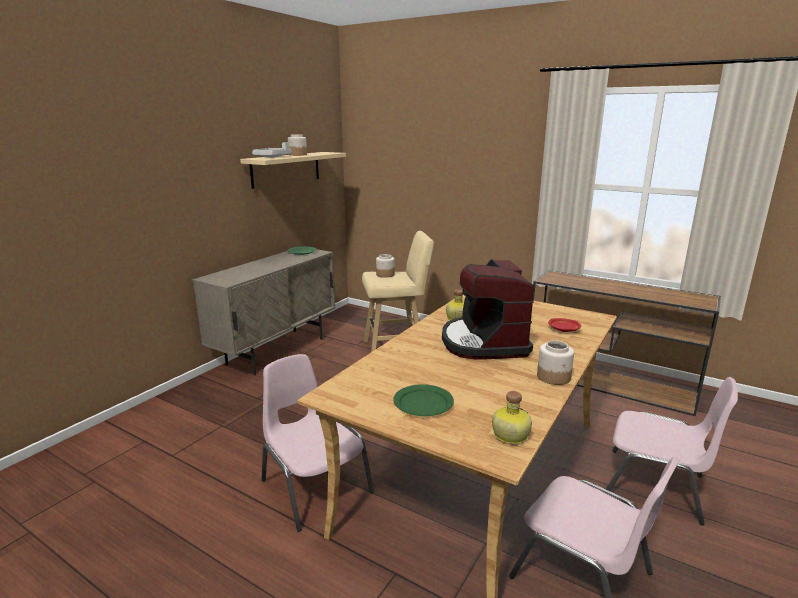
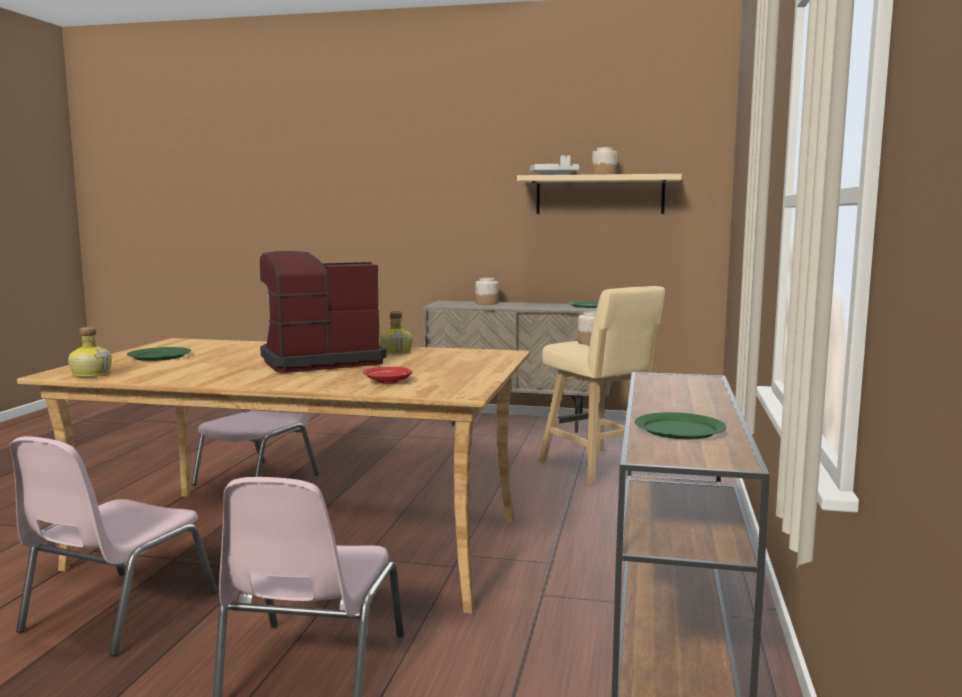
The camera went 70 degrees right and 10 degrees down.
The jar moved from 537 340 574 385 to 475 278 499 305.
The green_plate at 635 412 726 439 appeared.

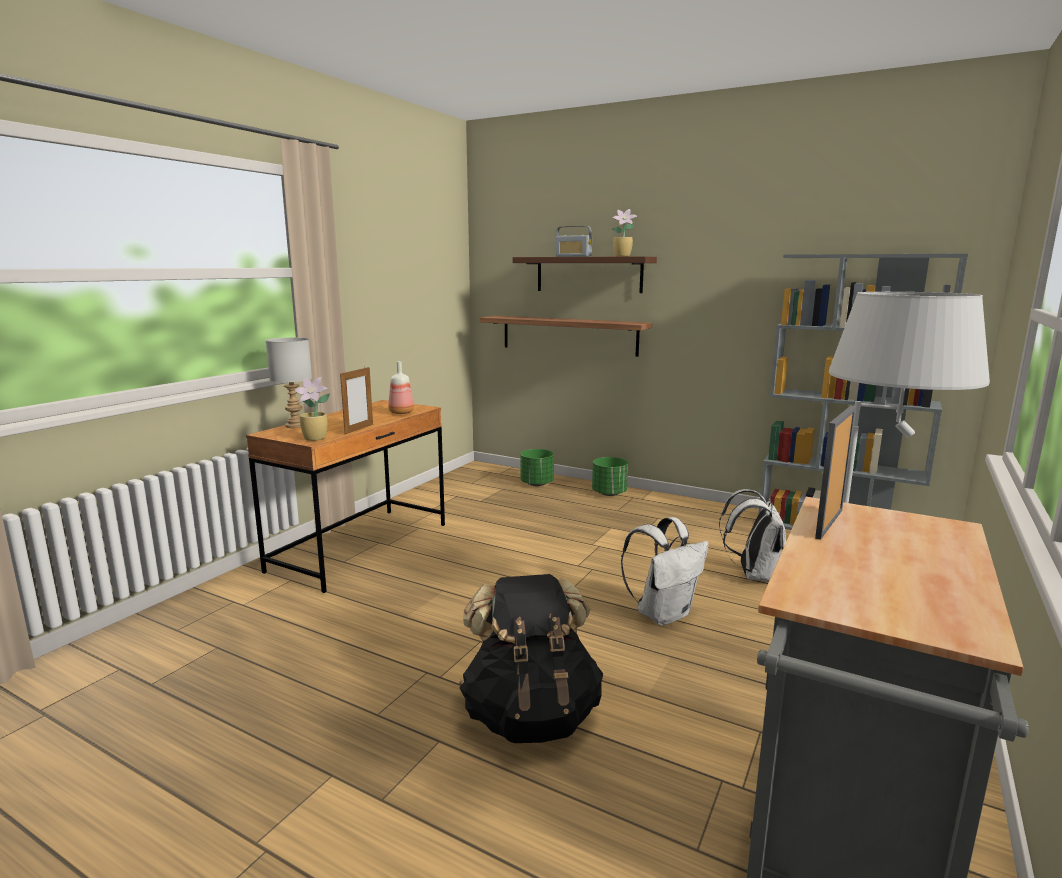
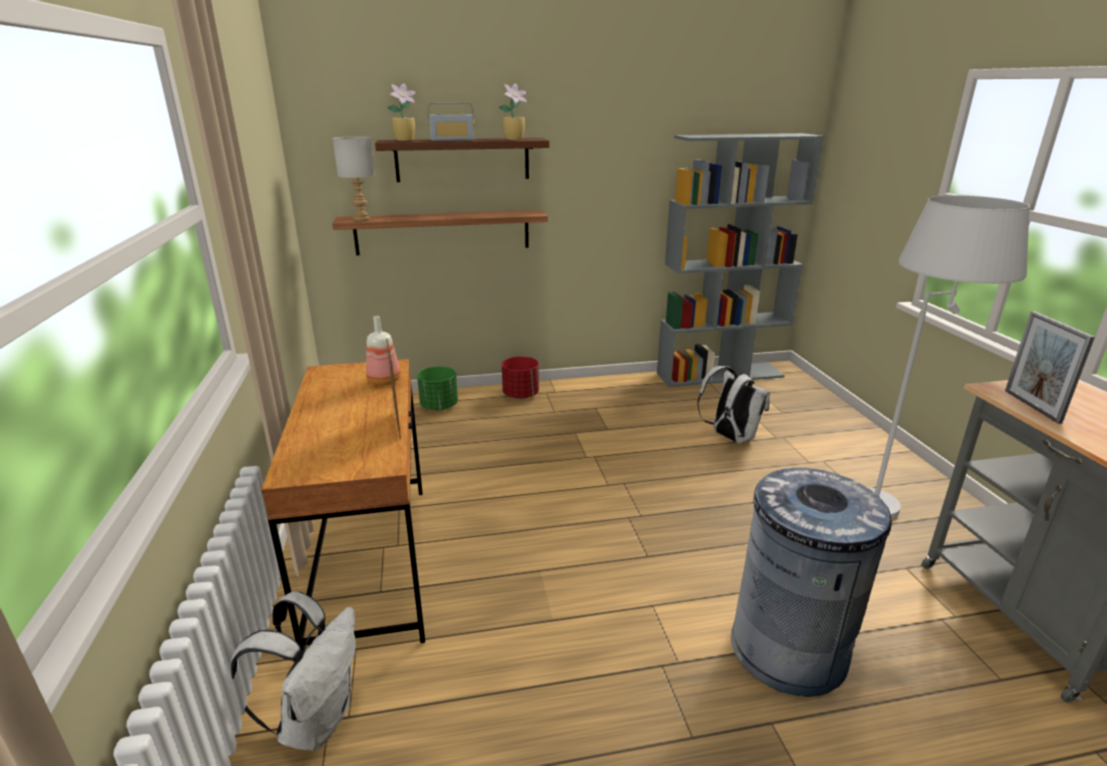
The camera went 40 degrees left and 10 degrees up.
The gray_tabletop_lamp moved from 266 337 312 428 to 332 136 375 221.
The houseplant moved from 294 377 330 441 to 387 83 416 141.
The black-coloured_knapsack at 459 574 603 743 was replaced by the gray_trash_can at 731 467 892 697.
The green_plant_pot at 592 457 628 496 became the red_plant_pot at 502 356 539 399.
The white_knapsack moved from 621 517 709 626 to 230 591 356 751.

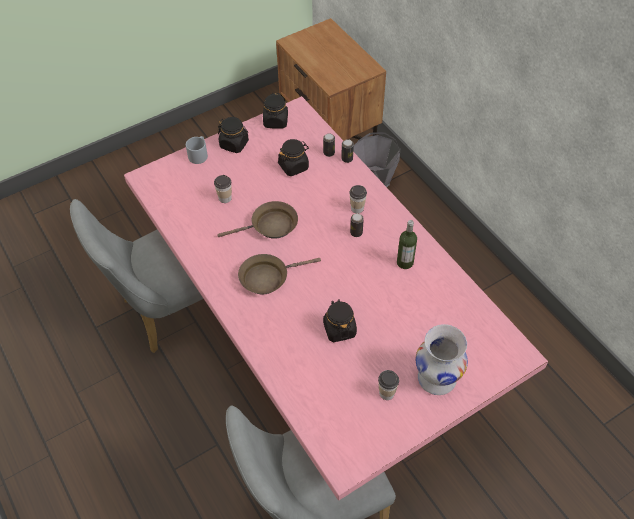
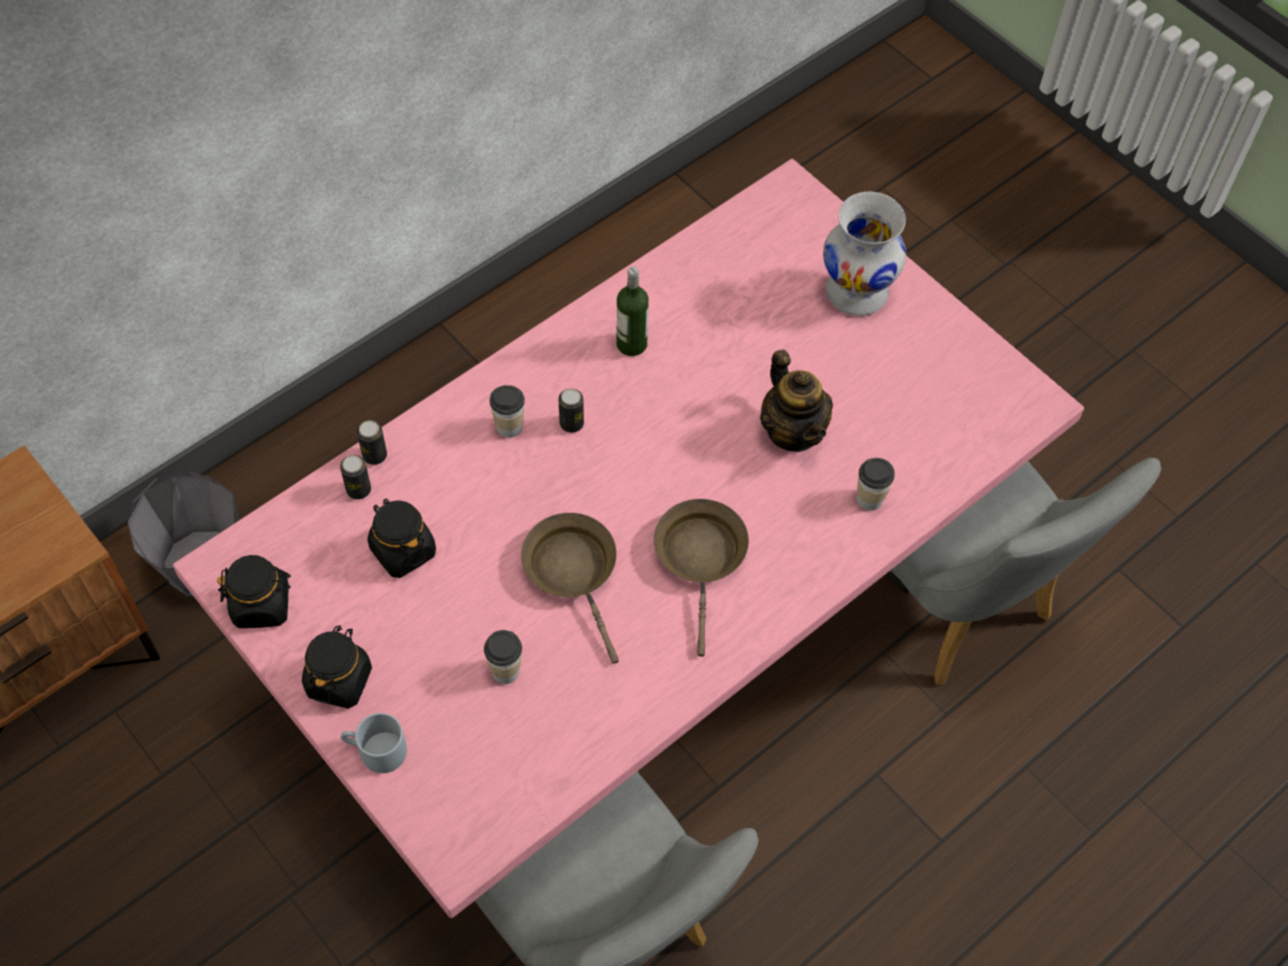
The camera went 100 degrees left and 5 degrees up.
The brown_frying_pan at 238 254 321 294 turned 150 degrees counterclockwise.
The black-coloured_jar at 323 299 357 342 was replaced by the pot_for_tea at 760 350 833 452.
The small_cup moved from 378 370 399 400 to 857 458 895 511.

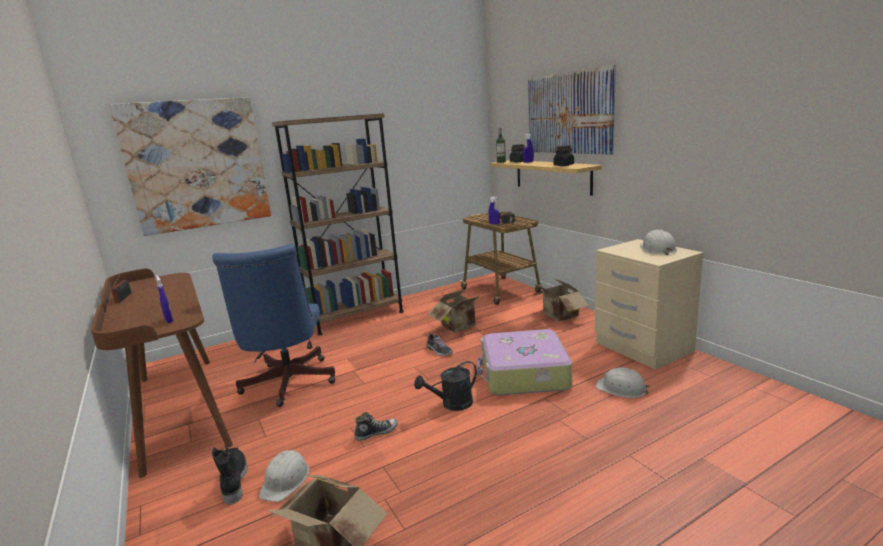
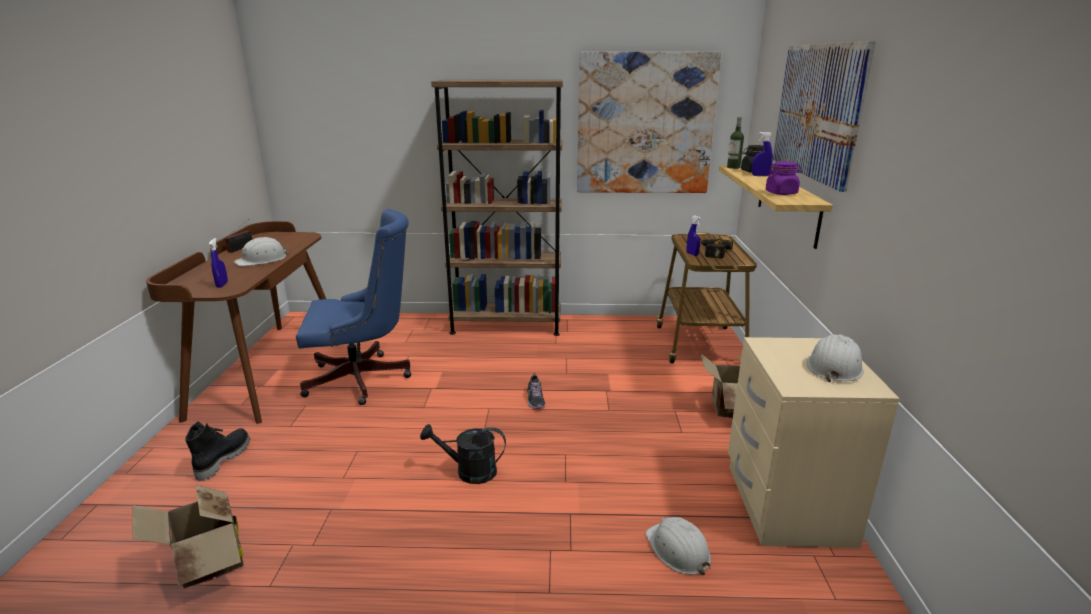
The camera went 30 degrees right and 5 degrees up.
The picture moved from 109 97 271 236 to 577 52 721 193.
The blue_desk_chair at 212 244 335 407 turned 120 degrees counterclockwise.
The white_hard_hat moved from 259 450 310 502 to 234 237 287 266.
The low_shoe at 354 412 398 441 disappeared.
The cardboard_box at 428 289 481 333 disappeared.
The suitcase at 477 329 572 395 disappeared.
The black-coloured_jar at 554 145 574 166 became the purplish_jar at 766 161 802 195.

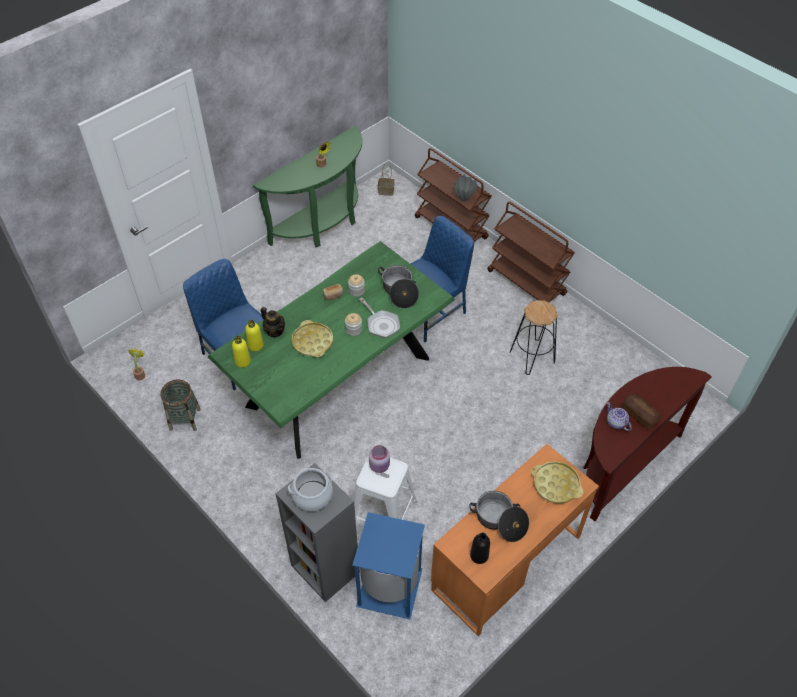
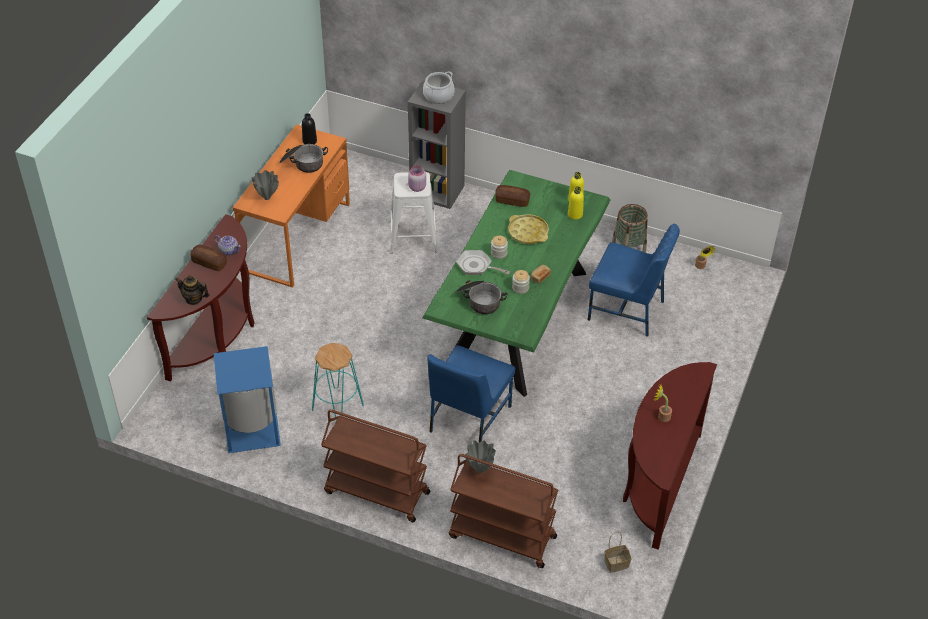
The camera went 155 degrees right and 5 degrees down.
The green_hall_table at 253 126 362 248 became the brown_hall_table at 623 362 717 550.
The pot_for_tea moved from 261 307 285 337 to 175 275 209 305.
The blue_trash_can moved from 352 512 425 619 to 214 346 281 453.
The black-coloured_sitting_stool at 510 300 558 375 became the blue-green_sitting_stool at 312 343 364 421.
The yellowish_carrying_tray at 531 461 583 504 was replaced by the gray_flower_vase at 252 170 279 200.
The bread at 495 185 530 207 appeared.

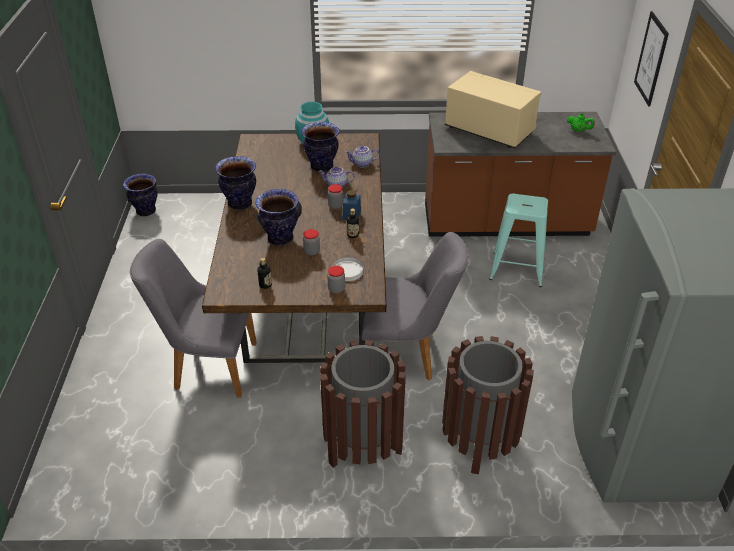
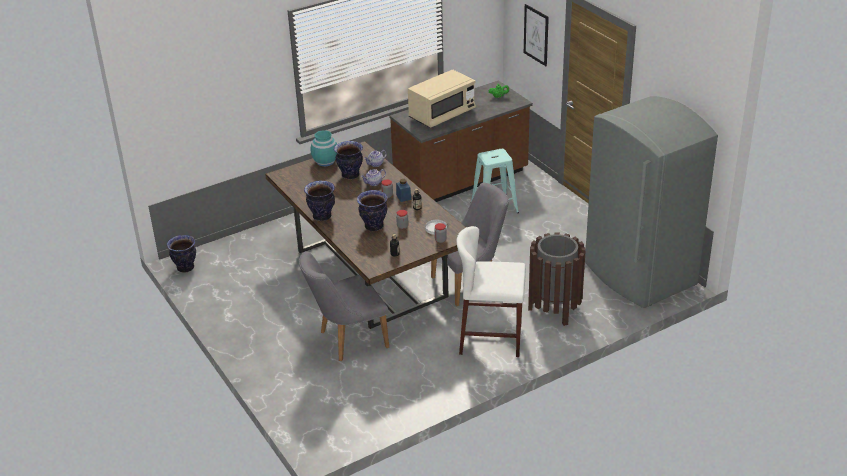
The camera went 30 degrees left and 5 degrees down.
The brown_trash_can at 320 340 406 468 was replaced by the white_sitting_stool at 456 226 526 357.
The sand-coloured_microwave at 445 71 542 148 turned 135 degrees clockwise.

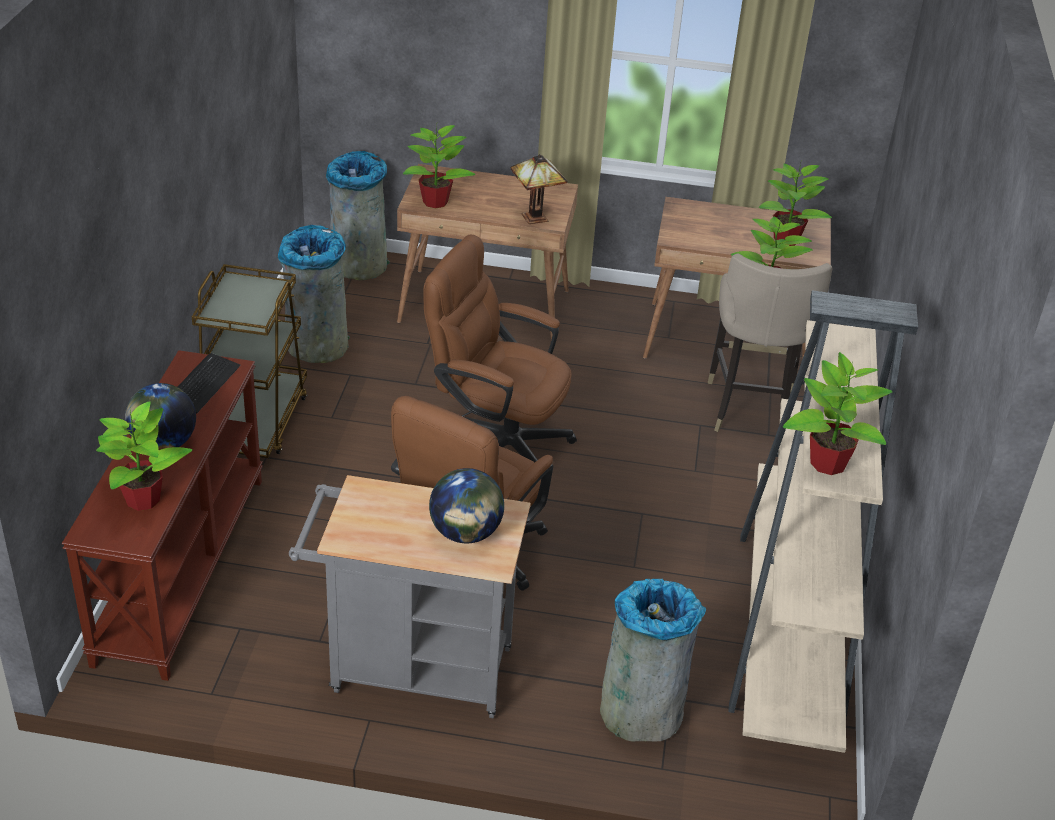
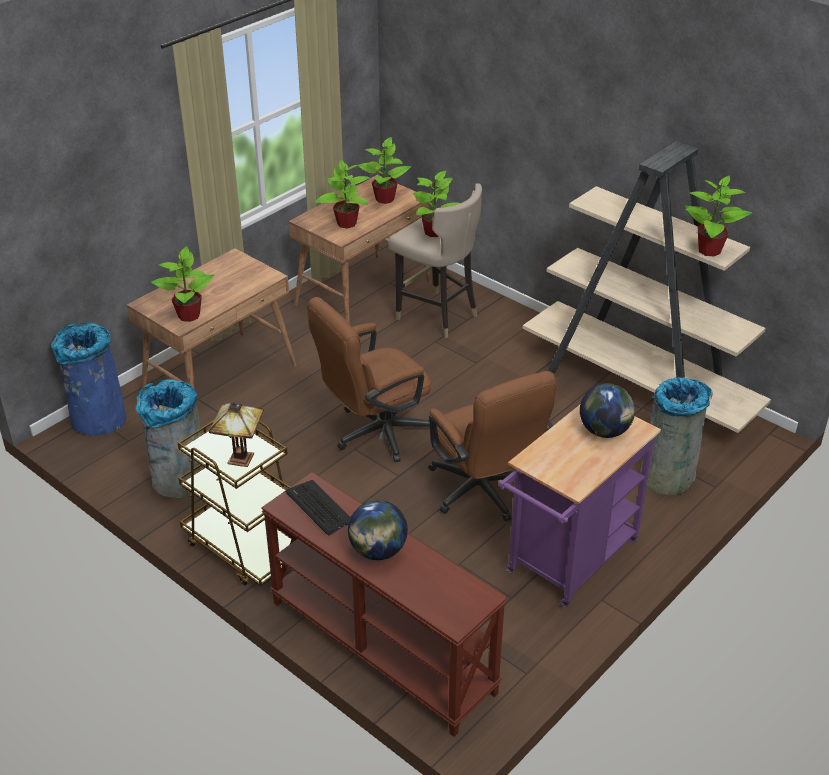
The camera went 55 degrees left and 0 degrees up.
The houseplant moved from 96 401 192 511 to 315 160 370 229.
The gray_trolley at 289 475 531 718 became the purplish_trolley at 498 405 661 607.
The gray_trash_can at 326 151 390 280 became the blue_trash_can at 51 323 126 436.
The tabletop_lamp moved from 510 154 568 224 to 209 403 264 467.

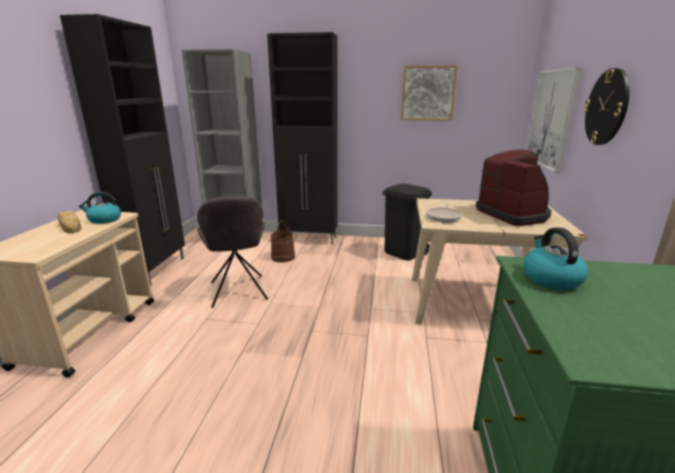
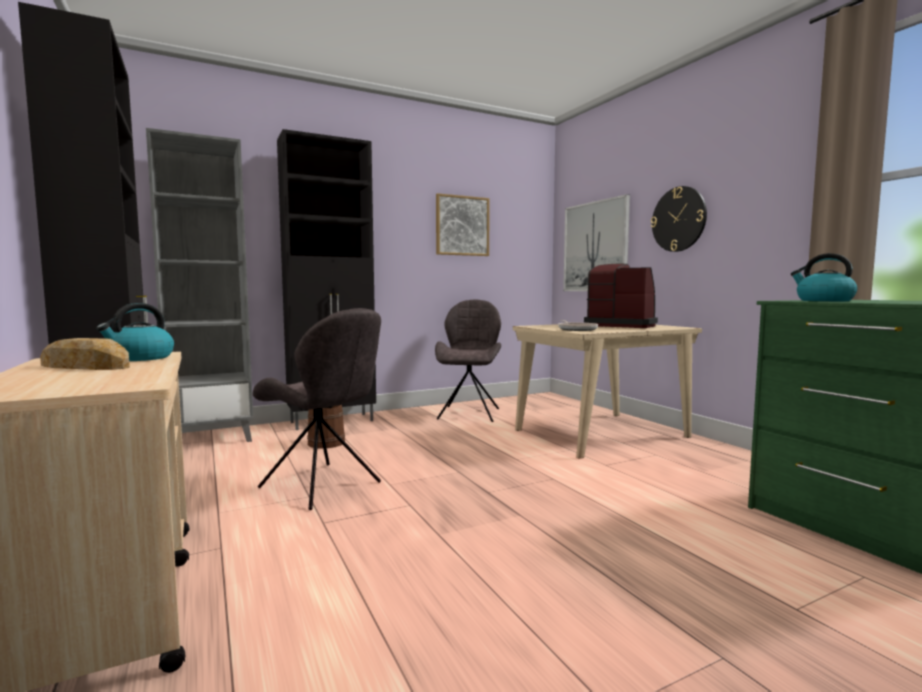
The camera went 35 degrees left and 15 degrees down.
The black-coloured_trash_can at 383 184 432 261 was replaced by the gray_upright_chair at 435 300 501 422.

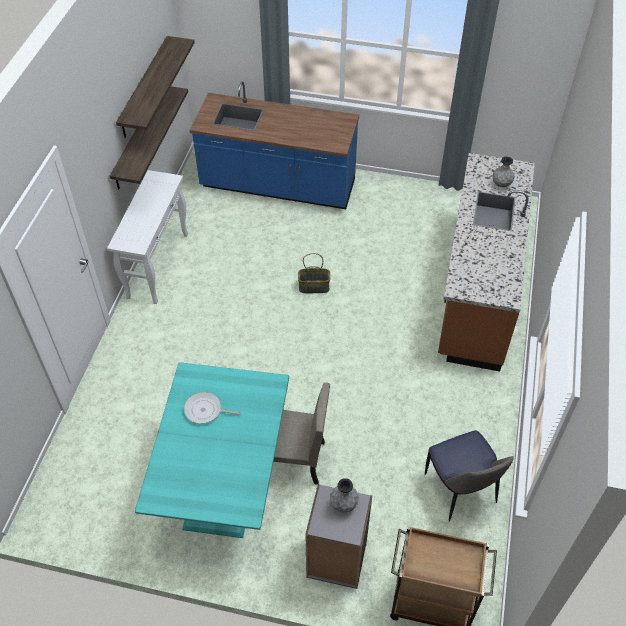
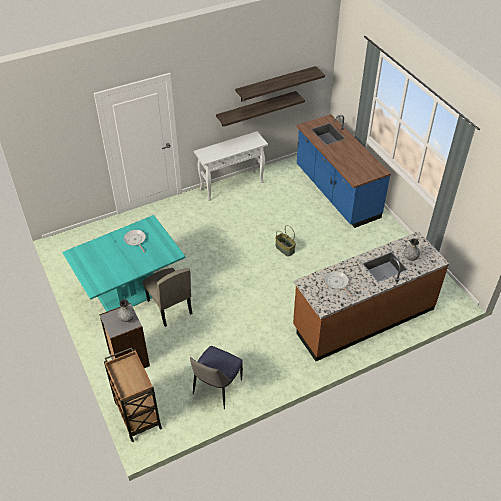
The camera went 50 degrees right and 5 degrees down.
The frying_pan at 325 271 353 297 appeared.

